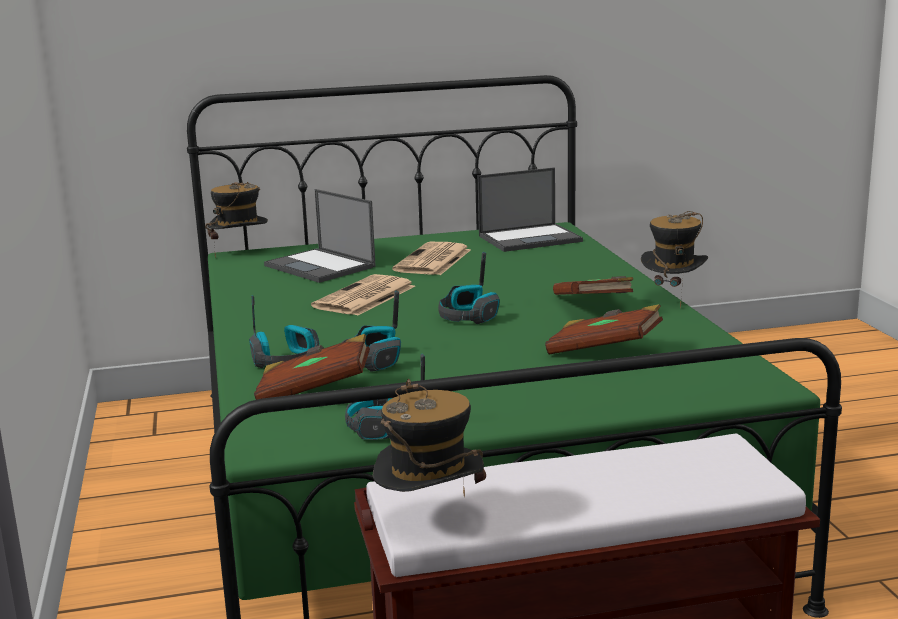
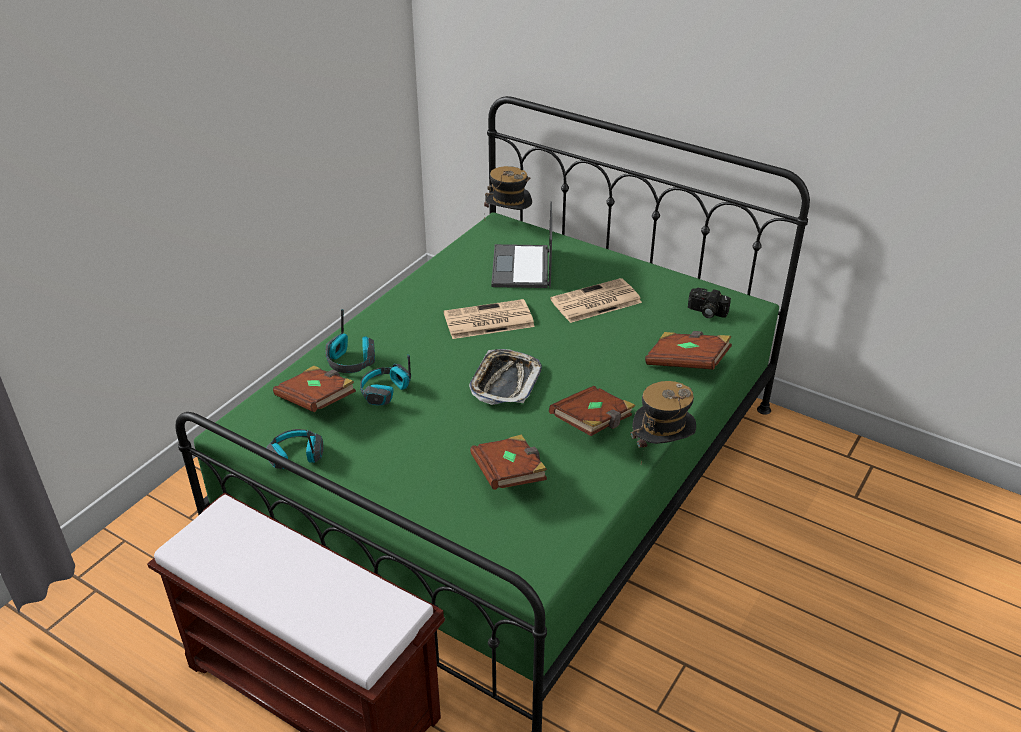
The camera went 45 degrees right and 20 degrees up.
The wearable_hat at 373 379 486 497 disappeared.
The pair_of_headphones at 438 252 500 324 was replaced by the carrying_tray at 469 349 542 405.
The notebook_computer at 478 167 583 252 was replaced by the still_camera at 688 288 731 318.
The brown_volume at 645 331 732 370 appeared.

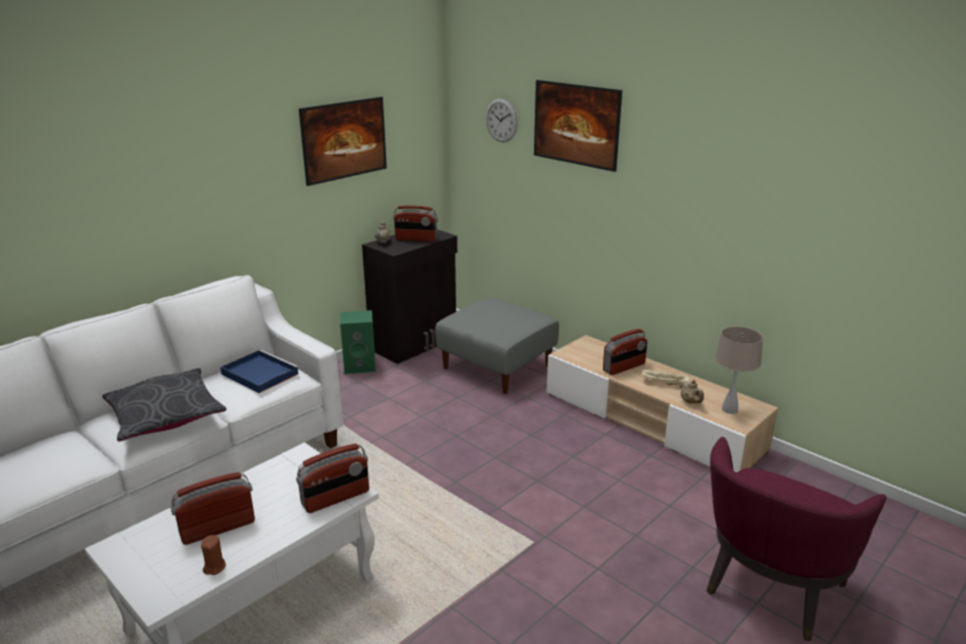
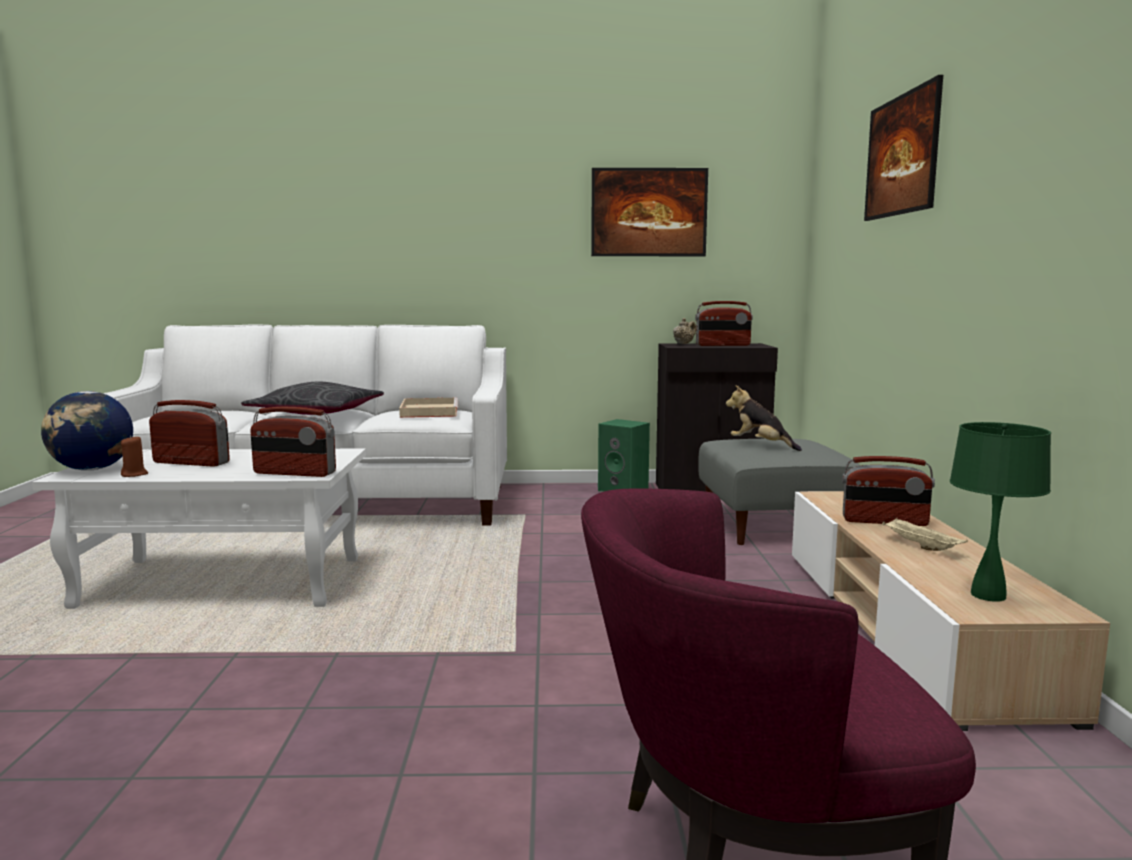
The camera went 45 degrees right and 15 degrees down.
The blue_carrying_tray at 220 350 299 393 became the sand-coloured_carrying_tray at 399 397 458 418.
The radio at 393 205 438 242 turned 60 degrees counterclockwise.
The clock_on_the_wall at 486 99 518 142 disappeared.
The sand-coloured_pot_for_tea at 679 379 704 403 disappeared.
The sand-coloured_tabletop_lamp at 715 326 763 414 became the green_tabletop_lamp at 950 422 1051 602.
The world_globe at 41 391 133 471 appeared.
The cuddly_toy at 726 385 802 451 appeared.

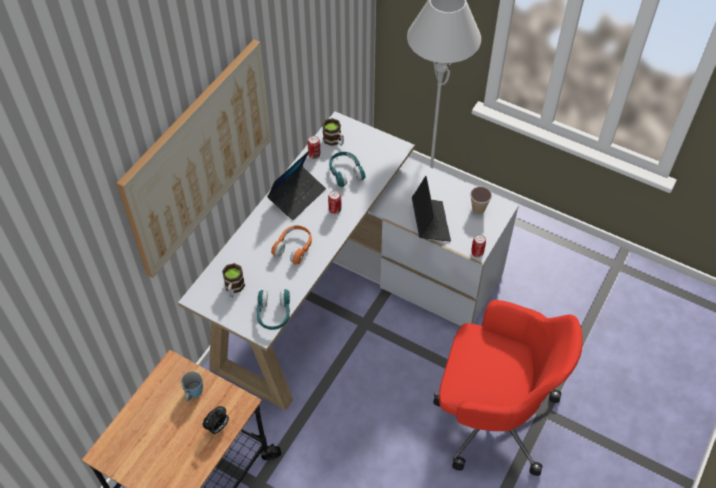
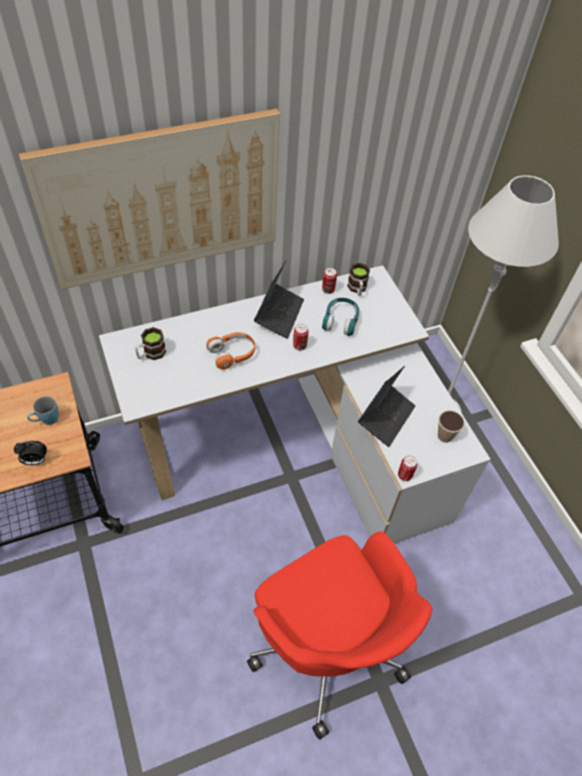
The camera went 35 degrees right and 0 degrees up.
The blue-green_pair_of_headphones at 256 289 290 330 disappeared.
The notebook_computer at 267 151 326 220 turned 60 degrees counterclockwise.

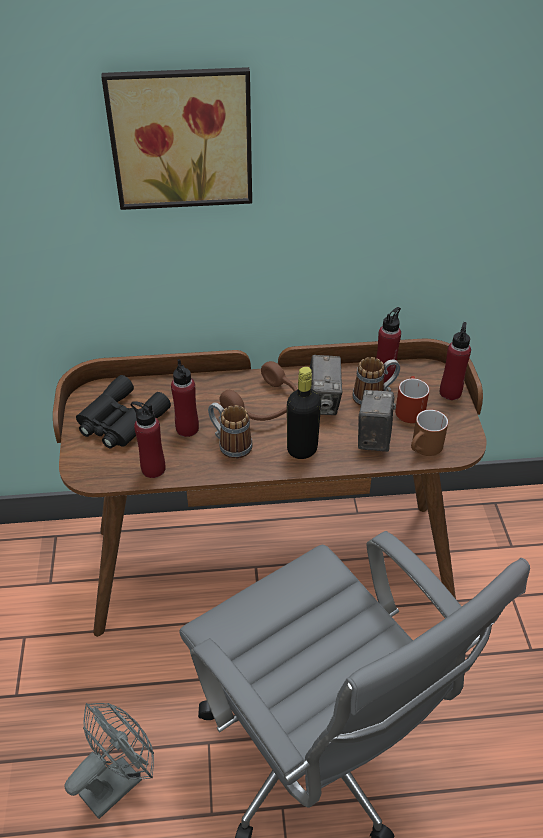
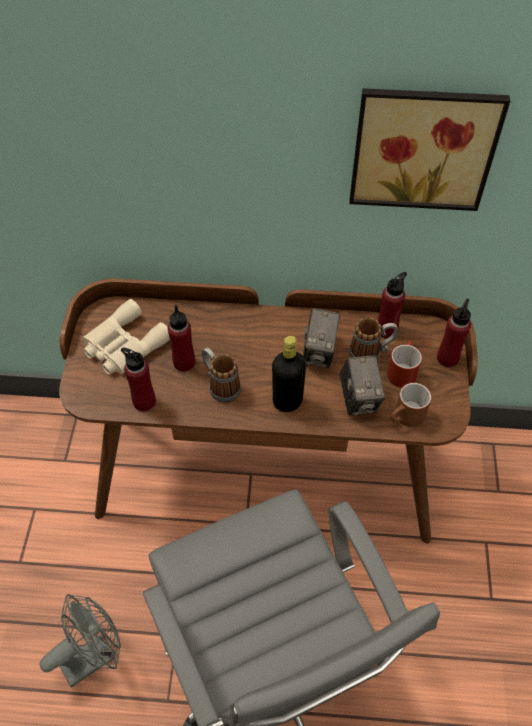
The camera went 10 degrees right and 10 degrees up.
The black-coloured_pair_of_binoculars at 76 375 171 449 became the sand-coloured_pair_of_binoculars at 82 299 170 375.
The picture moved from 101 67 252 210 to 349 88 510 211.
The brown_pair_of_headphones at 220 361 297 421 disappeared.
The still_camera at 358 390 396 452 turned 150 degrees clockwise.

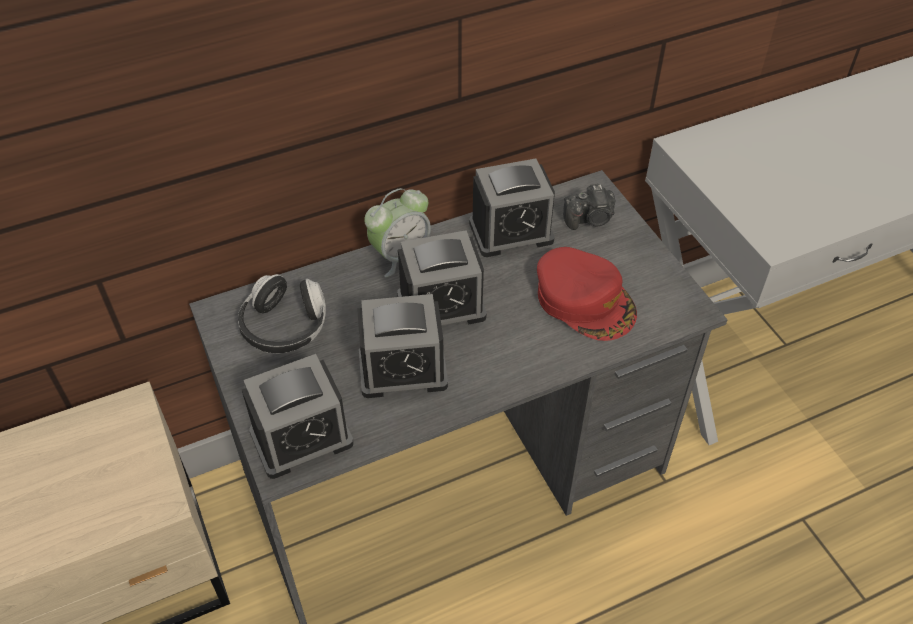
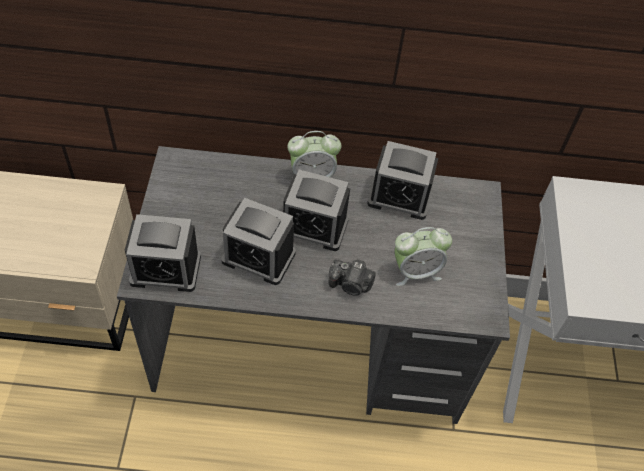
The camera went 25 degrees right and 5 degrees up.
The pair_of_headphones at 238 274 326 353 disappeared.
The red_cap at 537 247 637 341 was replaced by the bedside_clock at 395 227 452 286.
The still_camera moved from 563 184 615 230 to 328 259 376 296.

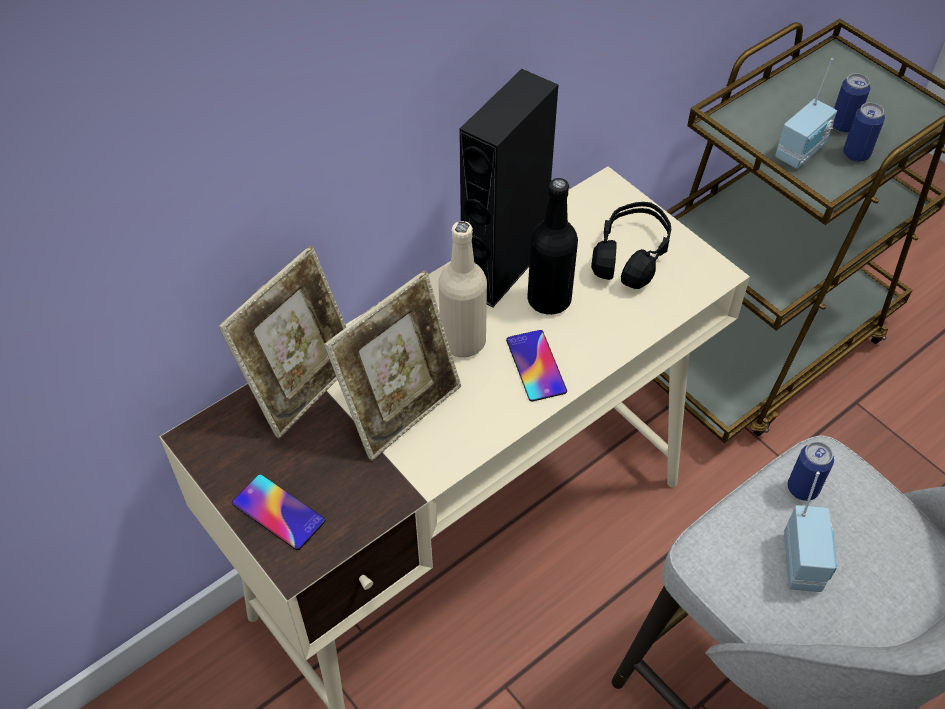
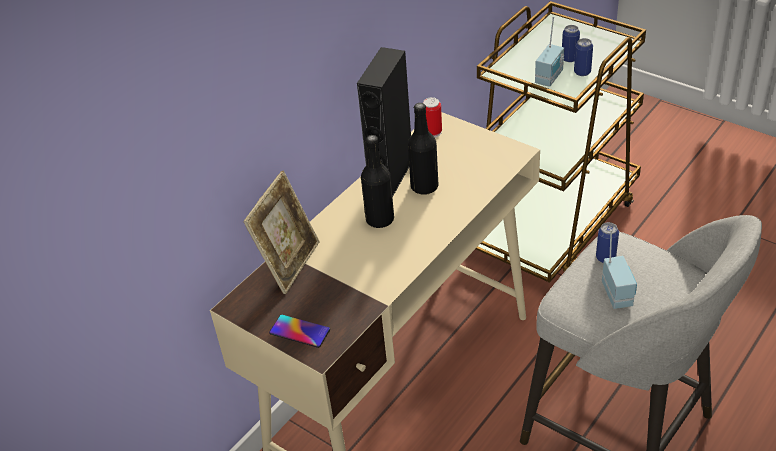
The camera went 10 degrees left and 10 degrees down.
The photo_frame at 324 271 461 460 disappeared.
The sand-coloured_drink_bottle at 439 221 487 357 became the black-coloured_drink_bottle at 361 135 394 228.
The handset at 506 330 567 402 disappeared.
The black-coloured_pair_of_headphones at 591 202 671 289 disappeared.
The metal_can at 423 97 442 138 appeared.

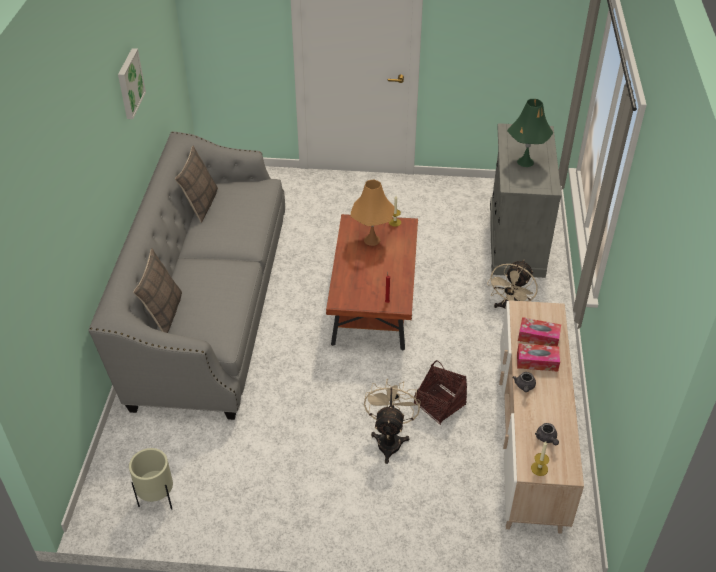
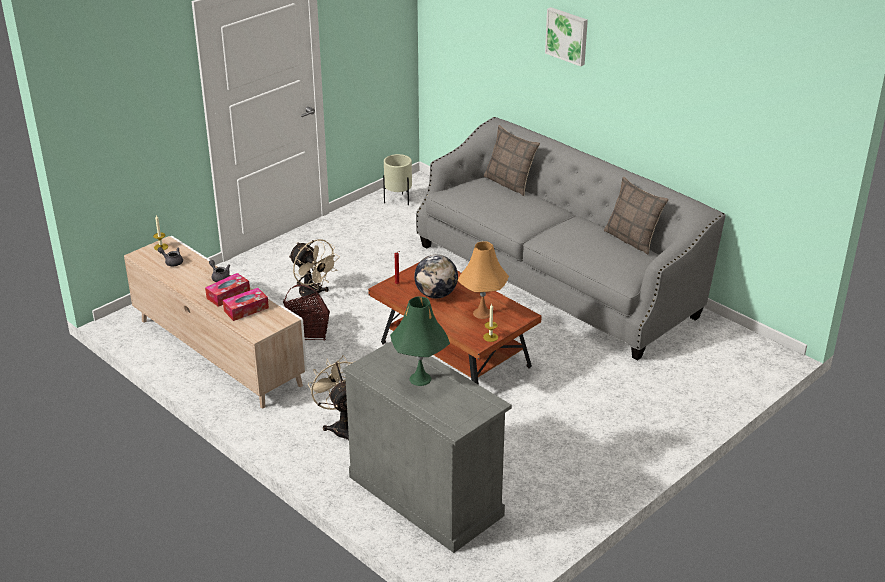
The camera went 130 degrees right and 10 degrees down.
The picture moved from 118 48 146 119 to 545 7 588 66.
The world_globe at 414 255 458 298 appeared.

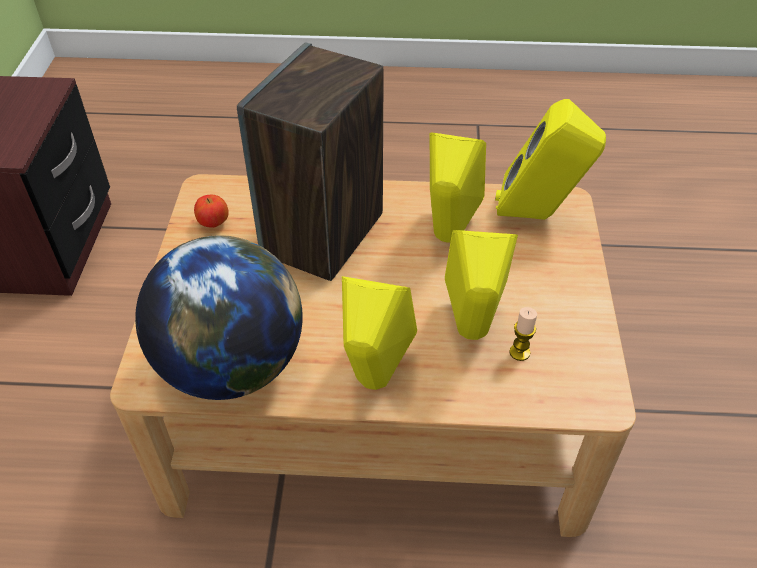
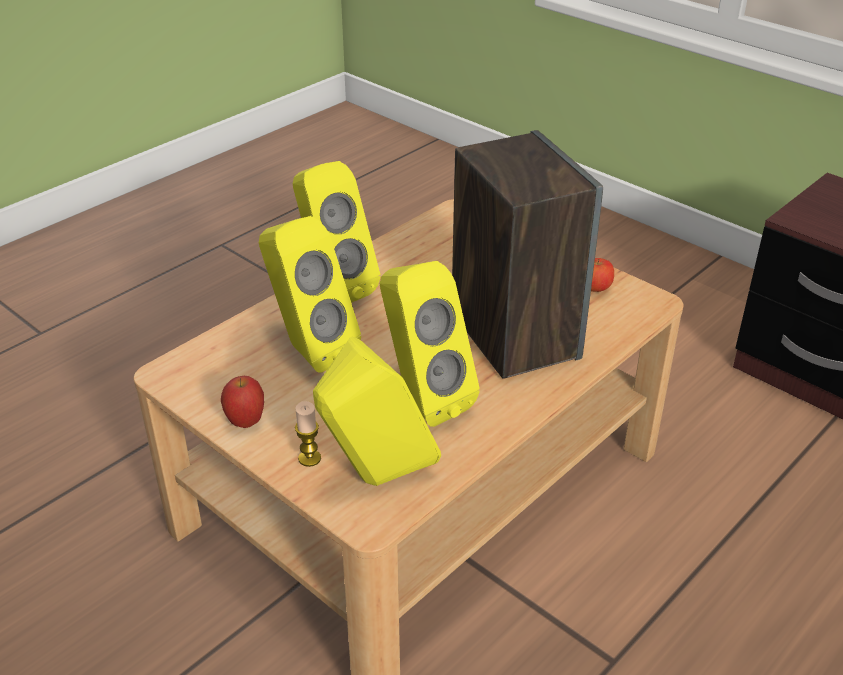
The camera went 130 degrees right and 10 degrees down.
The world_globe at 135 235 303 400 disappeared.
The wax_candle moved from 509 307 537 361 to 295 401 321 467.
The apple_fruit at 221 376 264 428 appeared.

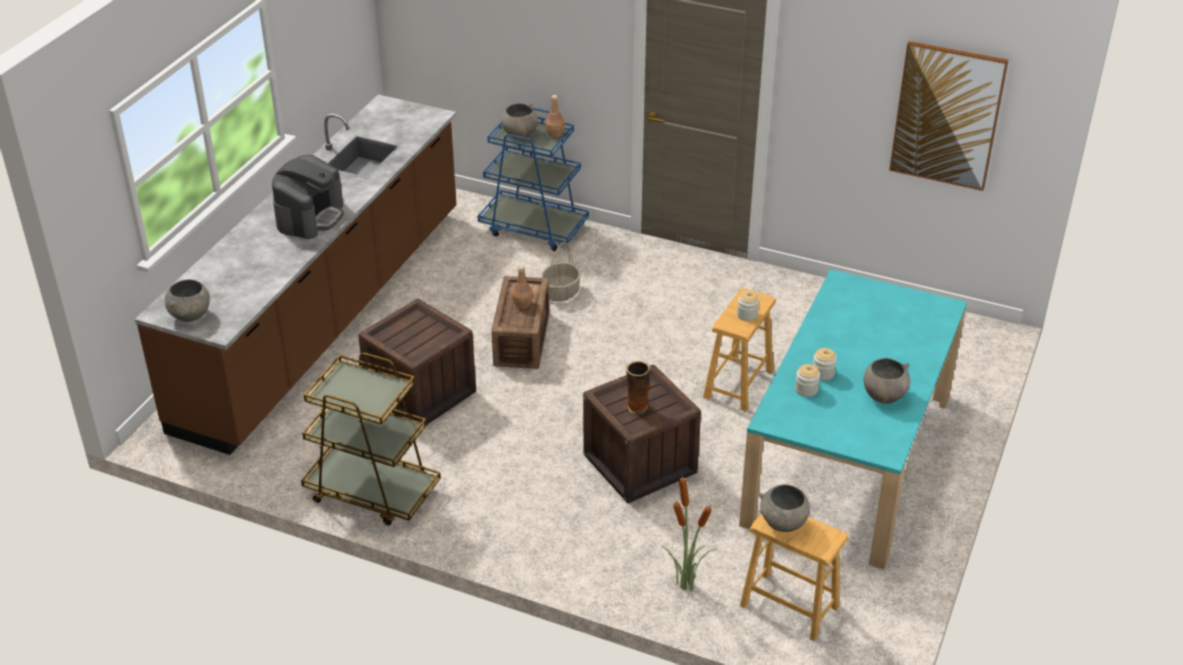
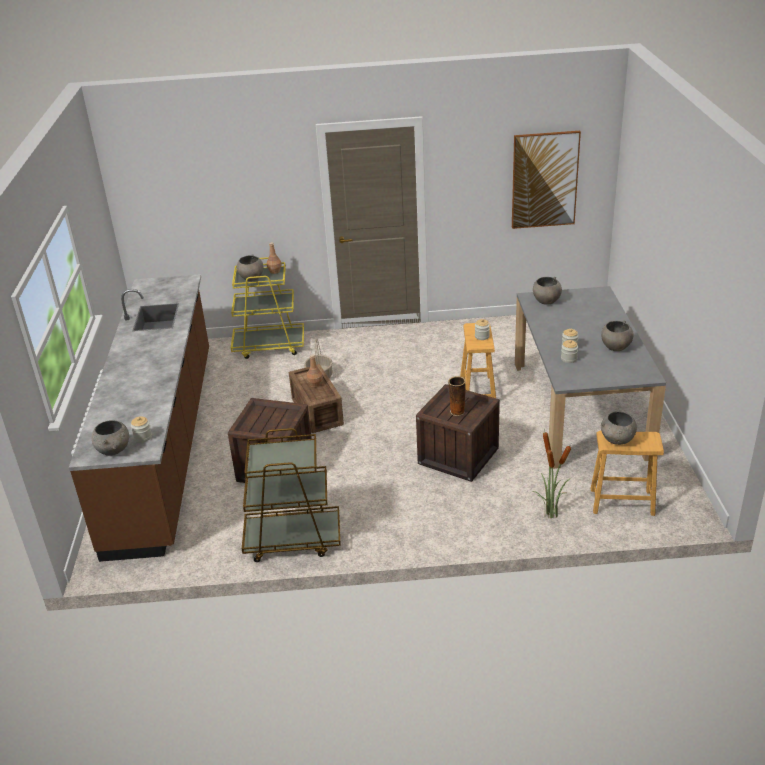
The camera went 25 degrees left and 5 degrees down.
The coffee_maker at 272 155 344 239 disappeared.
The blue_trolley at 478 107 589 251 became the yellowish_trolley at 231 257 304 359.
The blue-green_kitchen_table at 739 269 967 570 became the gray_kitchen_table at 515 286 666 469.
The jar at 131 416 152 442 appeared.
The gray_deep_dish at 533 277 562 305 appeared.

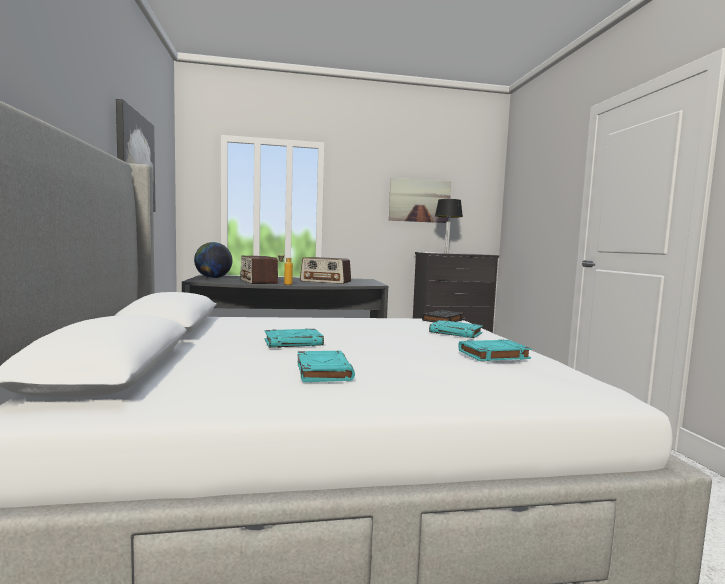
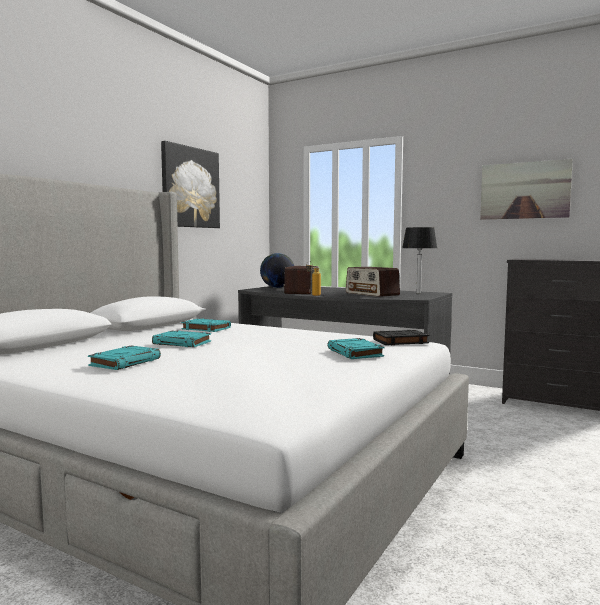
The camera went 40 degrees right and 0 degrees up.
The tabletop_lamp moved from 435 199 463 253 to 402 227 437 294.
The blue-green_volume moved from 458 339 532 361 to 181 319 231 332.

